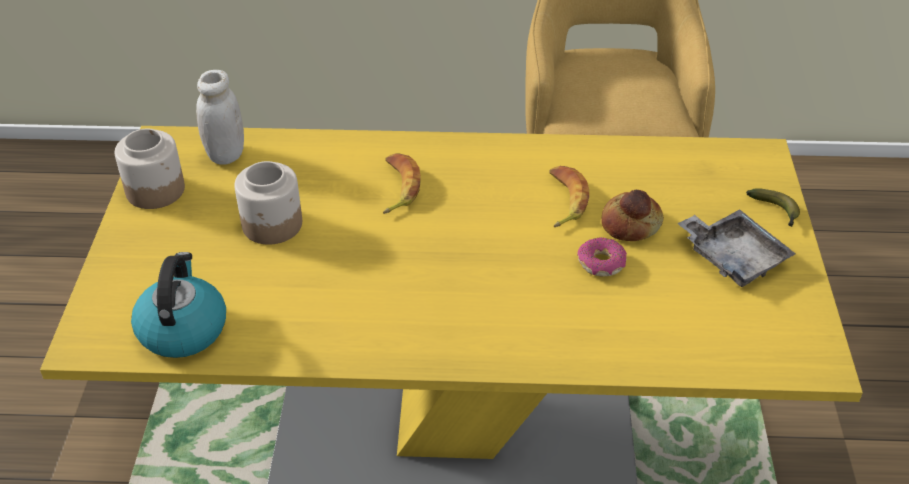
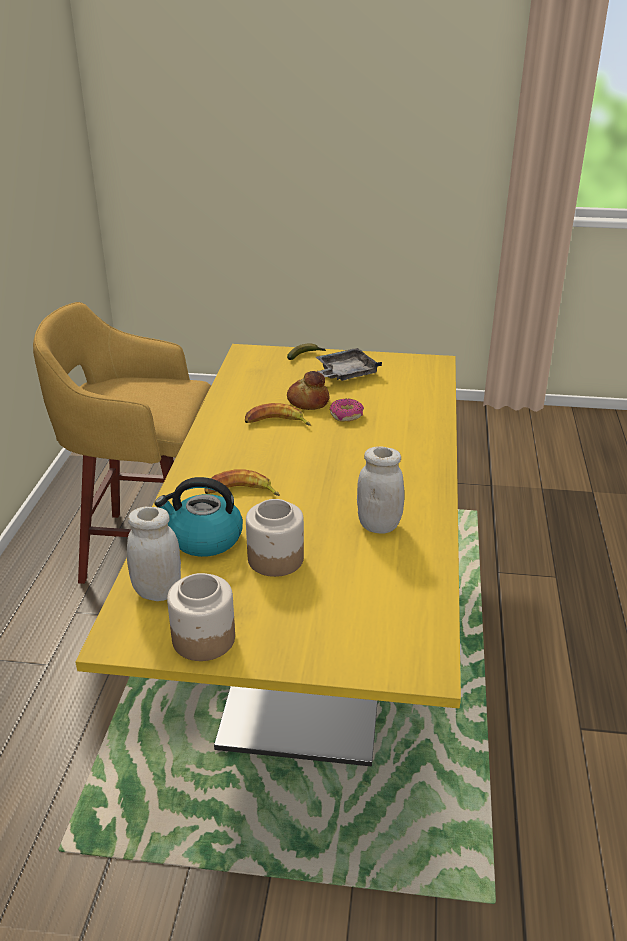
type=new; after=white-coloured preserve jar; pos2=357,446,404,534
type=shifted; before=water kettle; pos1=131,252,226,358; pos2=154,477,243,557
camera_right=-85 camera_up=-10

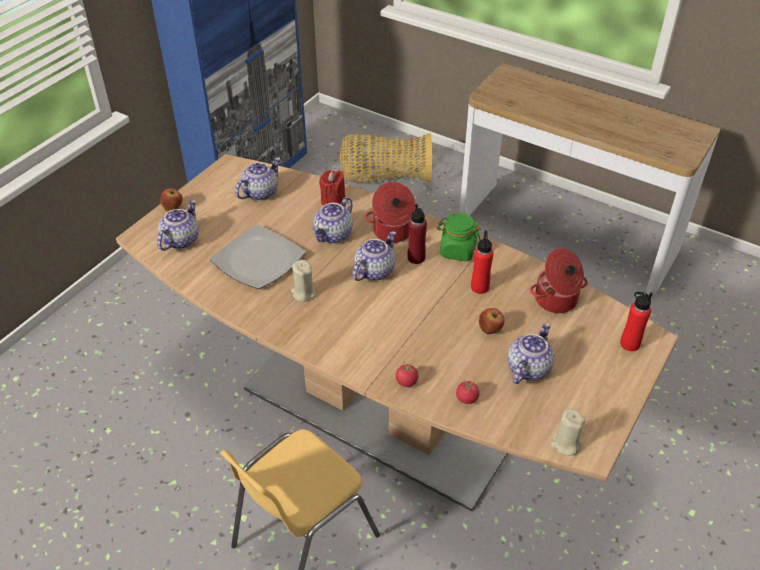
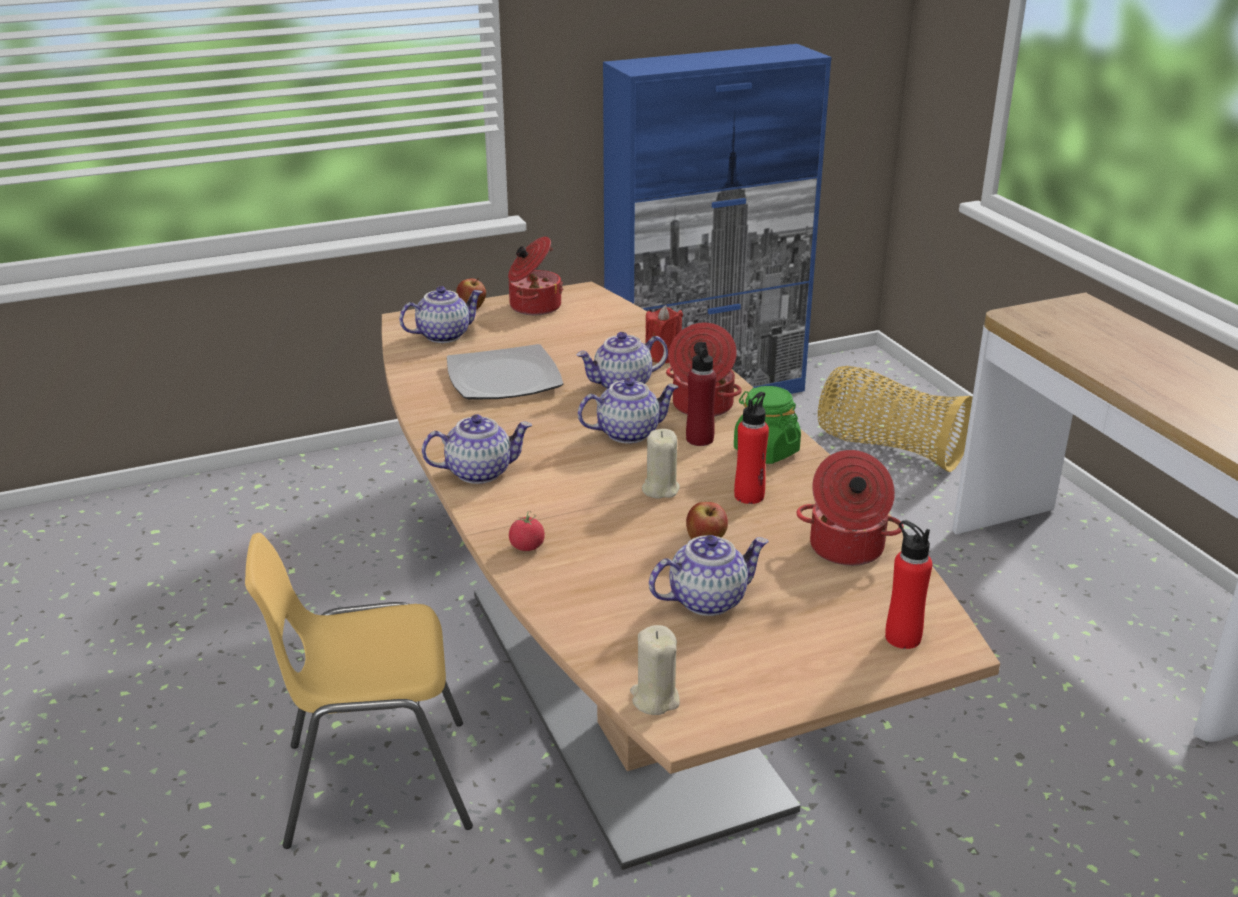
type=gone; before=whole tomato; pos1=456,379,479,404
type=new; after=stockpot; pos2=508,237,563,315
type=shifted; before=teapot; pos1=235,157,281,201; pos2=422,414,532,484
type=shifted; before=sand-coloured wax light; pos1=291,260,316,302; pos2=642,429,680,499
camera_right=35 camera_up=-15

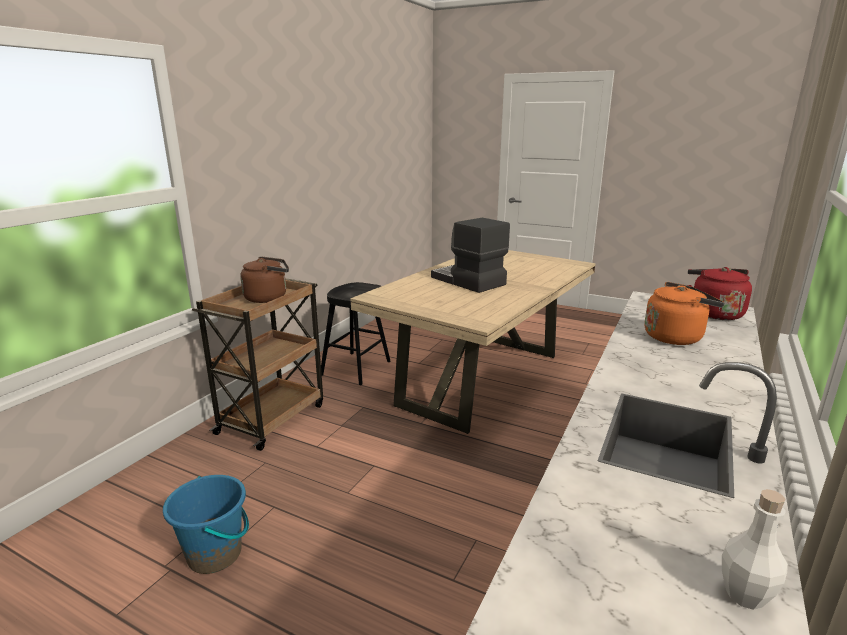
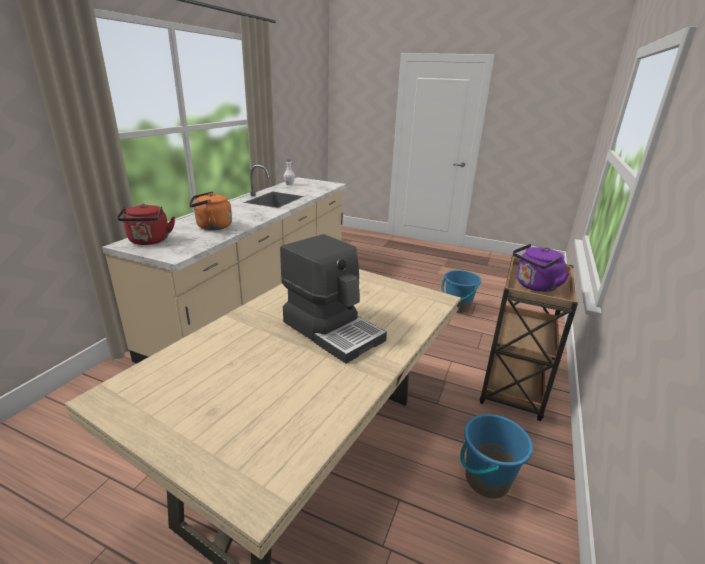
type=swapped; before=black stool seat; after=blue-coloured pail; pos1=321,282,390,385; pos2=460,414,533,498
type=repainted; before=brown water kettle; after=purple-coloured water kettle; pos1=240,256,289,303; pos2=513,244,570,292
camera_right=175 camera_up=5

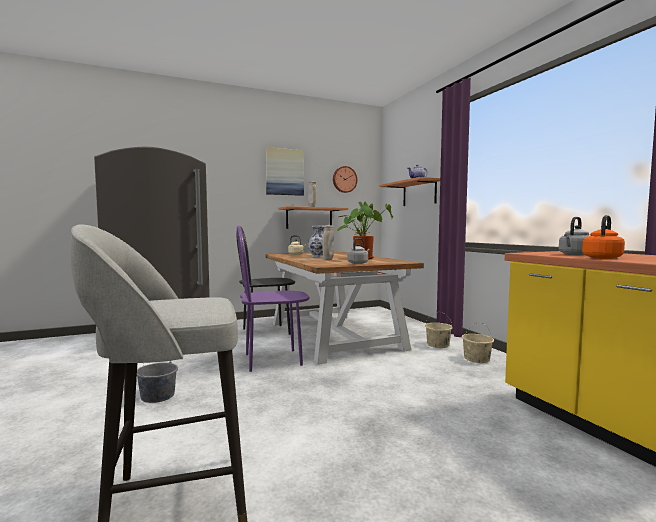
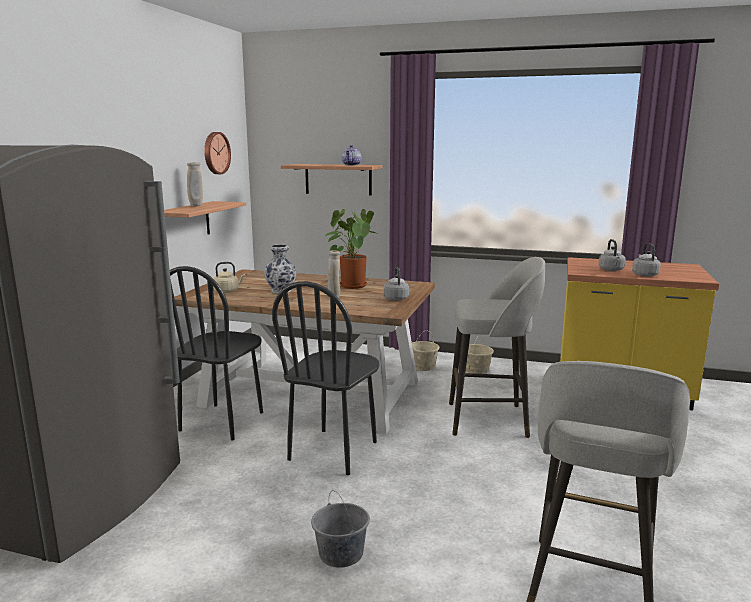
type=gone; before=wall picture; pos1=266,147,304,196
type=new; after=greyish stool seat; pos2=449,257,545,438
type=repainted; before=purple-coloured chair; after=black chair; pos1=237,225,310,372; pos2=272,281,379,475
type=repainted; before=orange-coloured water kettle; after=greyish water kettle; pos1=582,215,625,259; pos2=632,243,661,277
camera_right=-50 camera_up=10

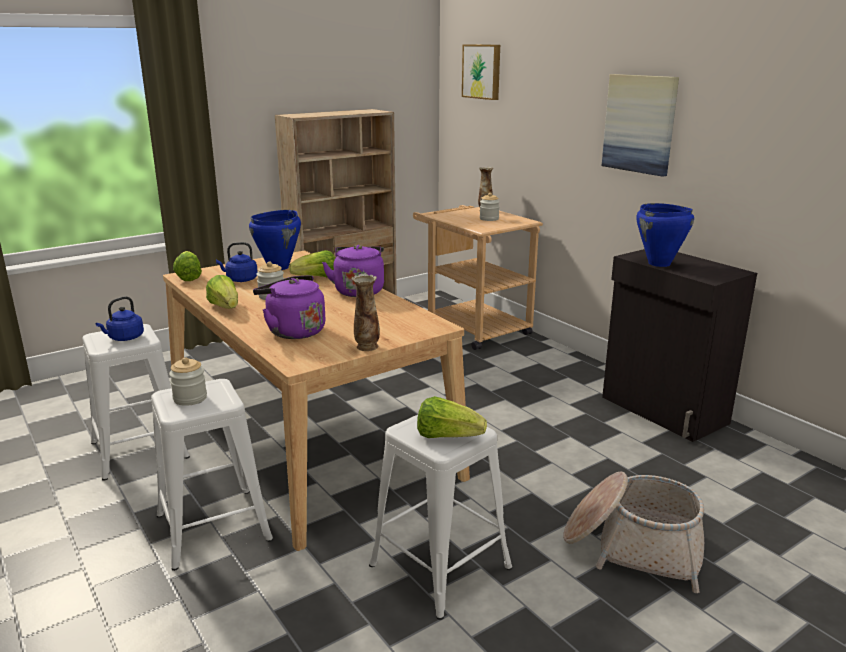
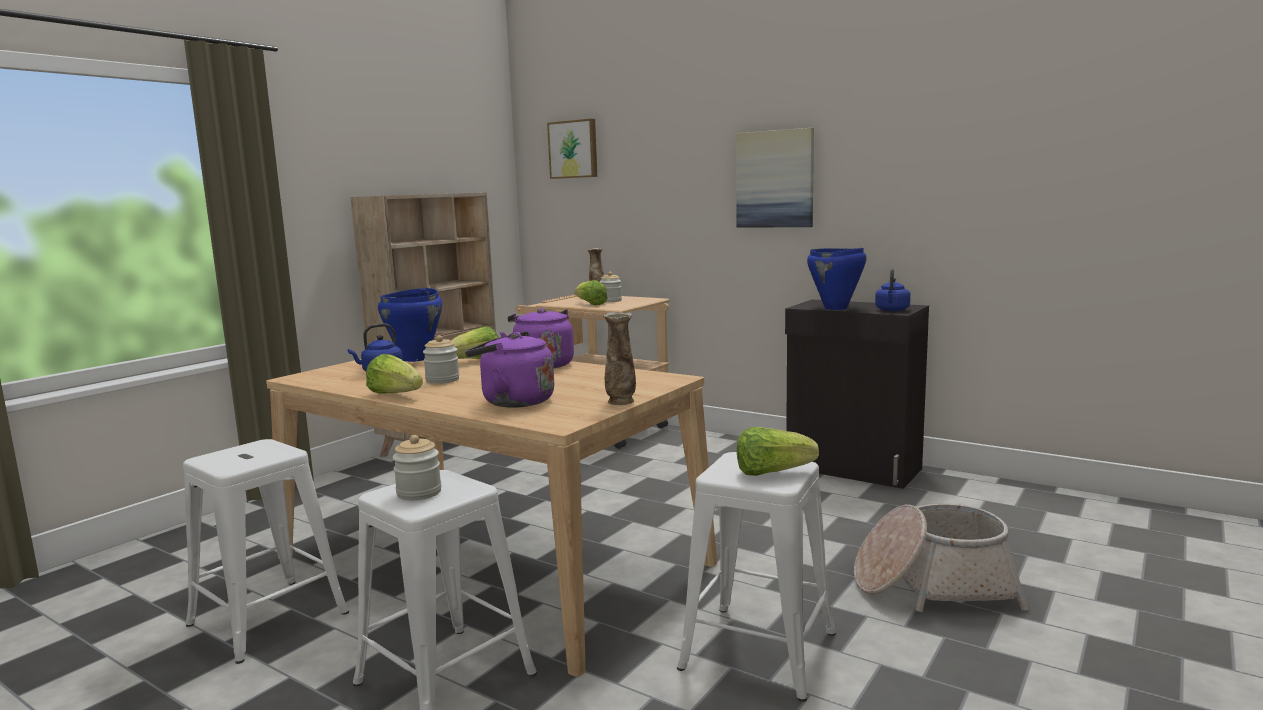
type=shifted; before=blue-coloured water kettle; pos1=95,296,144,341; pos2=875,268,911,311
type=shifted; before=lettuce; pos1=173,251,202,281; pos2=575,280,608,305
camera_right=-20 camera_up=-10

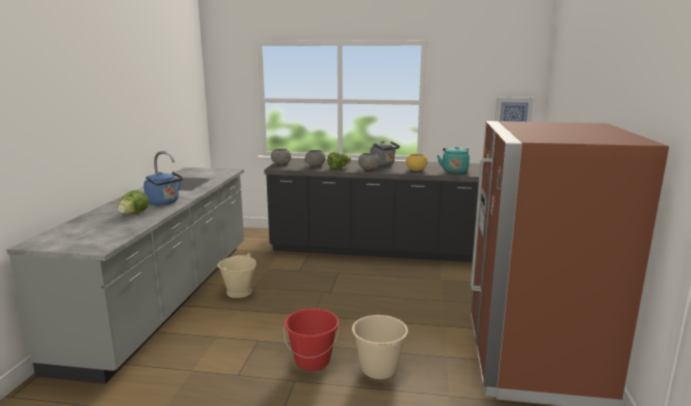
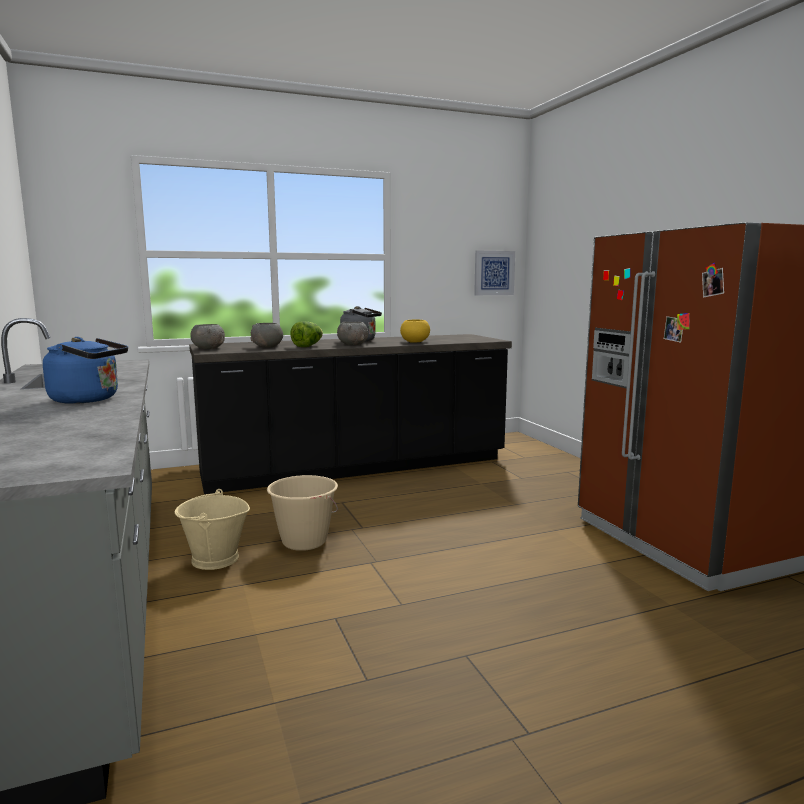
type=gone; before=lettuce; pos1=118,190,149,214
type=gone; before=red pail; pos1=284,309,339,371
type=gone; before=turquoise-coloured water kettle; pos1=437,147,469,173
type=shifted; before=sand-coloured pail; pos1=352,315,408,379; pos2=267,475,338,551
camera_right=-30 camera_up=-5

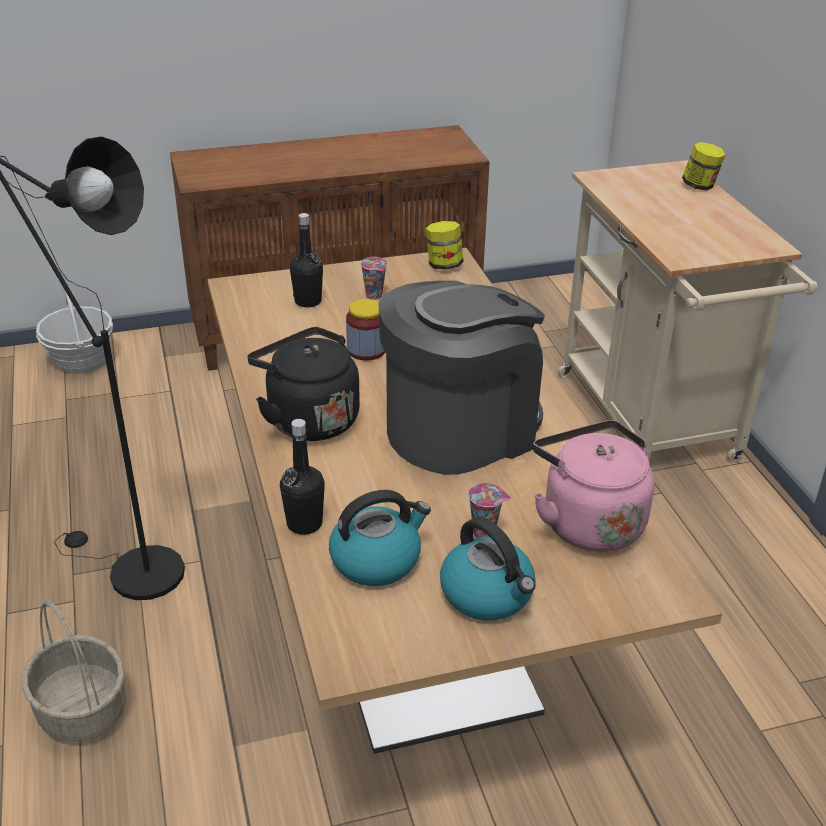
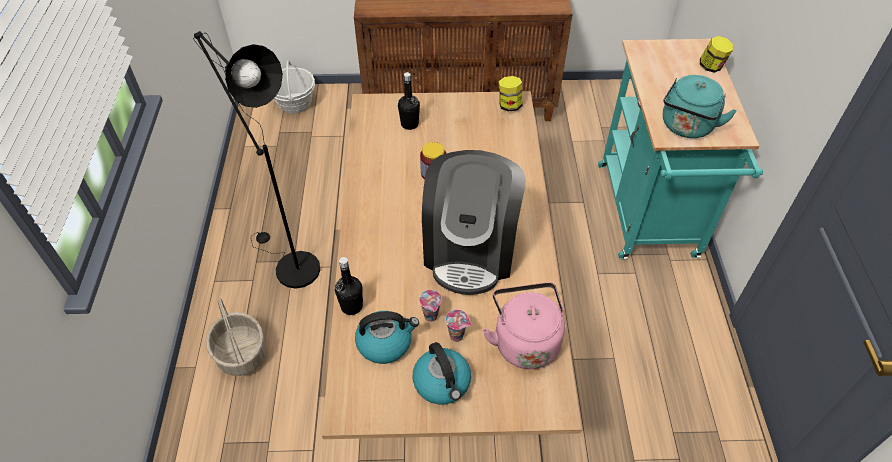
type=gone; before=black water kettle; pos1=247,327,360,441
type=new; after=turquoise-coloured water kettle; pos2=663,75,737,138
type=shifted; before=drinking cup; pos1=361,257,387,300; pos2=419,290,442,322
type=repainted; before=sand-coloured wheeled cart; after=turquoise-coloured wheeled cart; pos1=558,160,818,462; pos2=598,39,763,259
type=rotated; before=coffee brewer; pos1=378,281,545,475; pos2=422,150,526,295; turn=120
camera_right=15 camera_up=15

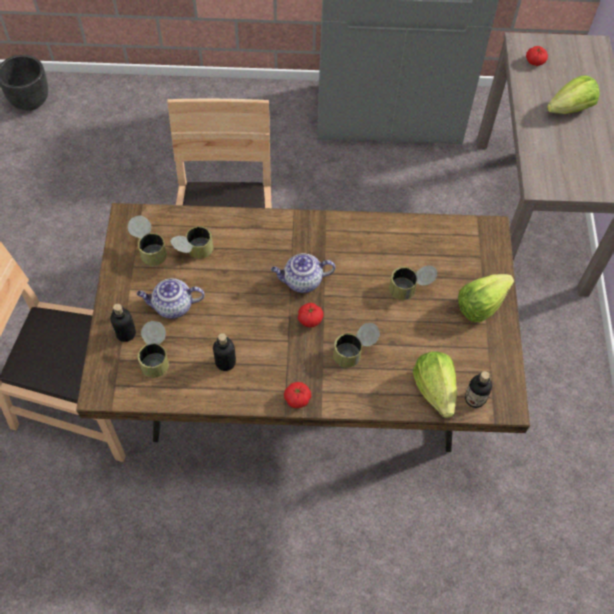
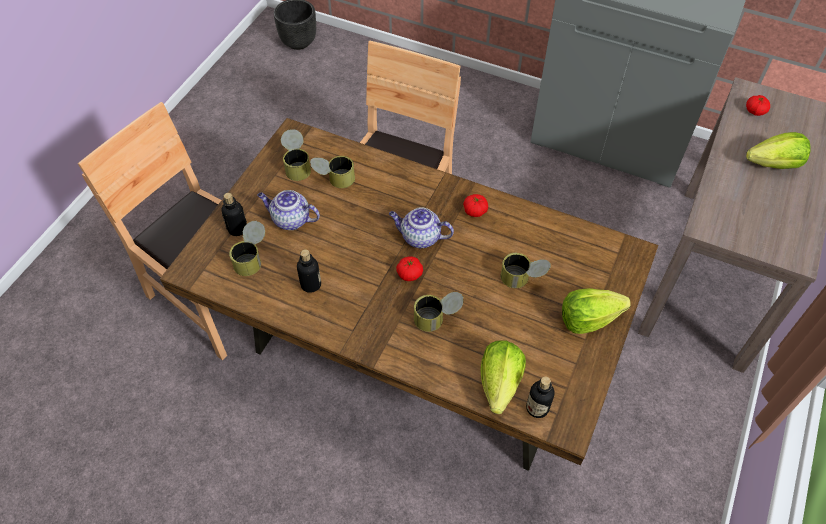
type=shifted; before=whole tomato; pos1=284,382,311,408; pos2=463,194,488,217
camera_right=25 camera_up=-5

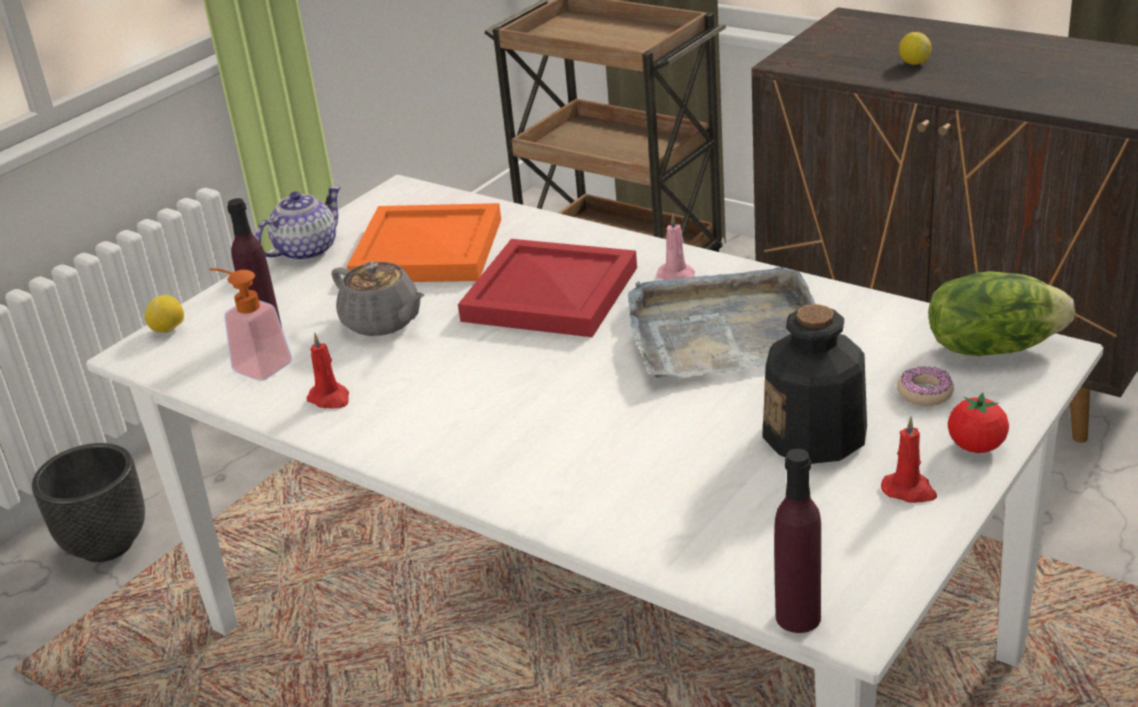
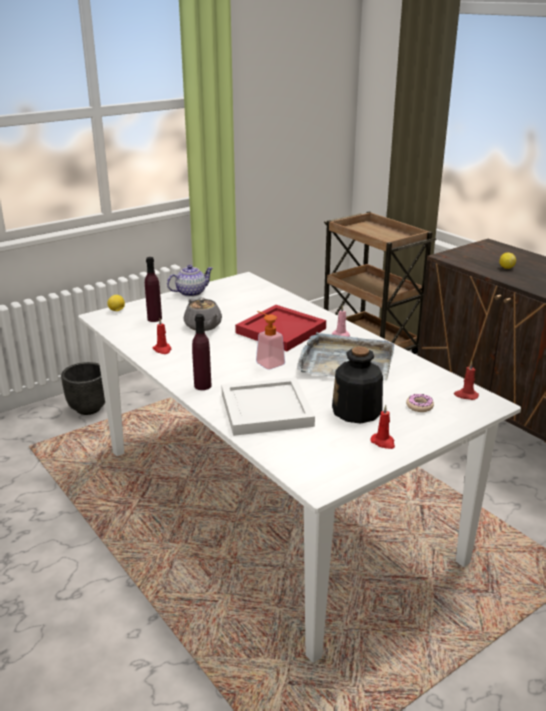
type=gone; before=orange-coloured serving tray; pos1=347,203,501,282
type=gone; before=whole tomato; pos1=948,392,1009,453
type=new; after=white-coloured serving tray; pos2=221,377,315,436
type=shifted; before=soap bottle; pos1=210,268,292,381; pos2=256,311,285,370
type=shifted; before=purple-coloured drink bottle; pos1=774,449,821,633; pos2=192,314,212,390
type=swapped; before=lettuce; after=red wax light; pos1=929,271,1075,356; pos2=454,361,479,400
camera_right=15 camera_up=-5

